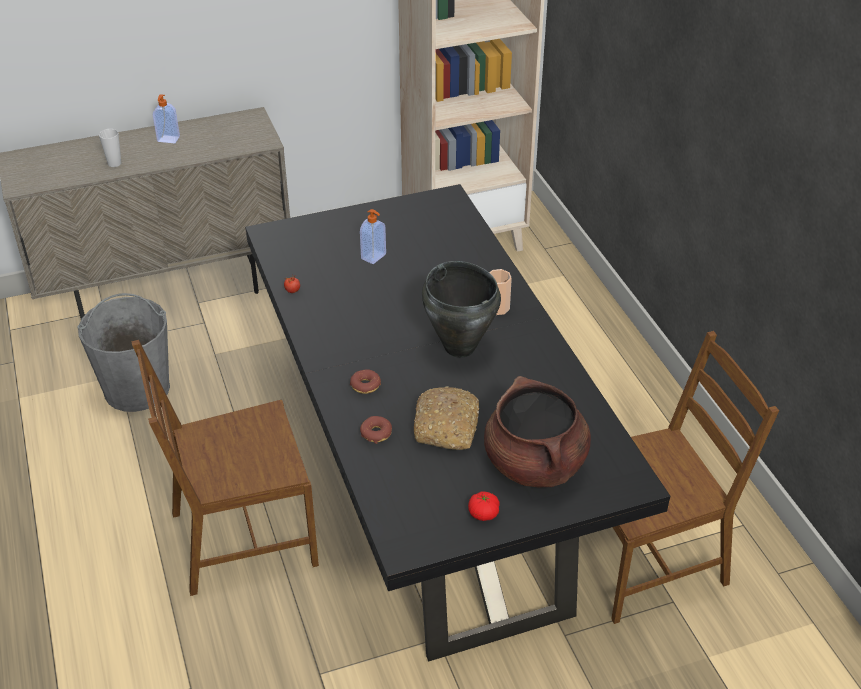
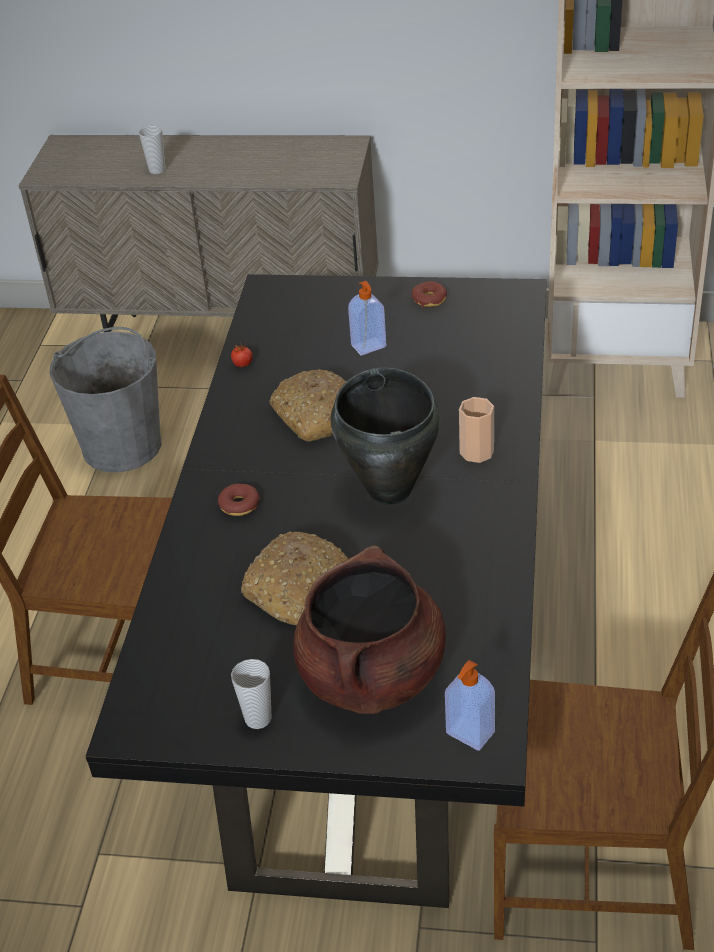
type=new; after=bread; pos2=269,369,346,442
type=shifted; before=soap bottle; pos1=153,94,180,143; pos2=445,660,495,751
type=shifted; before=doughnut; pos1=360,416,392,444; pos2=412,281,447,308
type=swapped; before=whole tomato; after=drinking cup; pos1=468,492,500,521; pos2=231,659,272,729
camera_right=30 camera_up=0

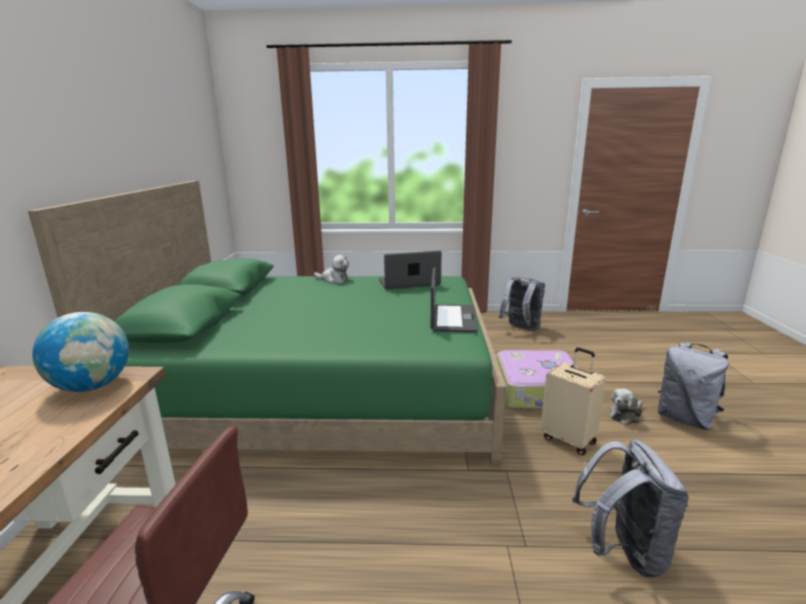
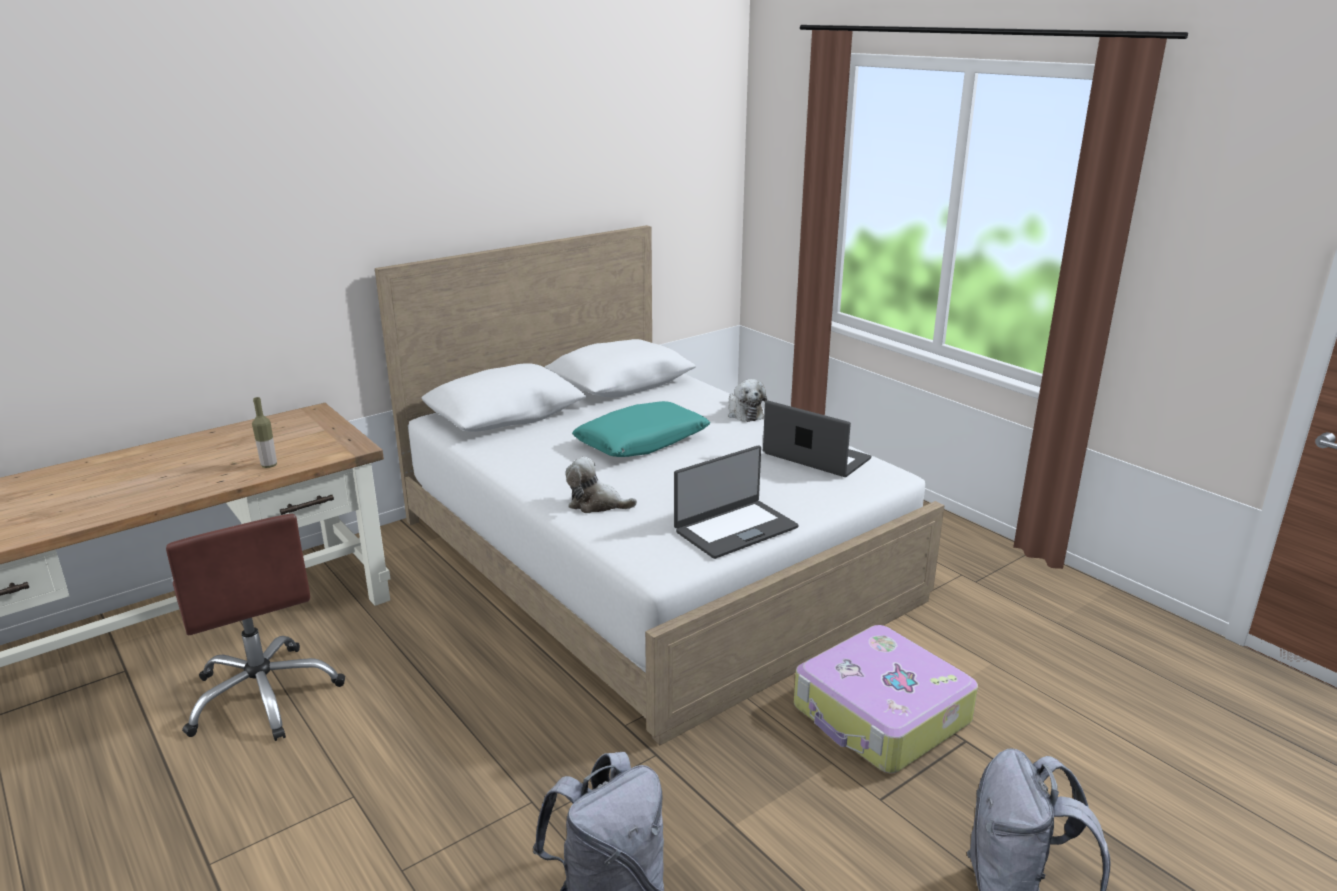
type=gone; before=globe; pos1=32,312,129,392
type=gone; before=greyish knapsack; pos1=499,277,545,331
type=gone; before=sand-coloured suitcase; pos1=541,347,606,455
type=new; after=drink bottle; pos2=252,397,277,468
type=new; after=turquoise-coloured throw pillow; pos2=572,401,710,457
type=shifted; before=soft toy; pos1=610,389,643,425; pos2=565,457,637,513
type=repainted; before=green sleeping bed; after=white-coloured sleeping bed; pos1=28,181,506,466; pos2=375,225,945,745
camera_right=50 camera_up=5

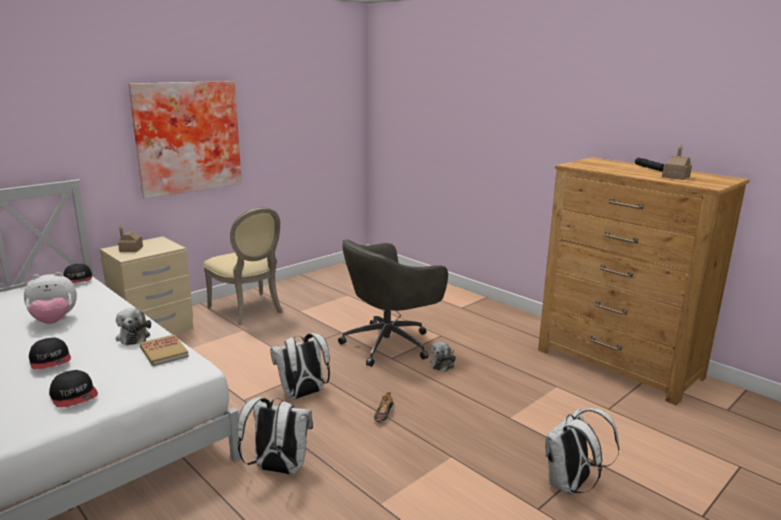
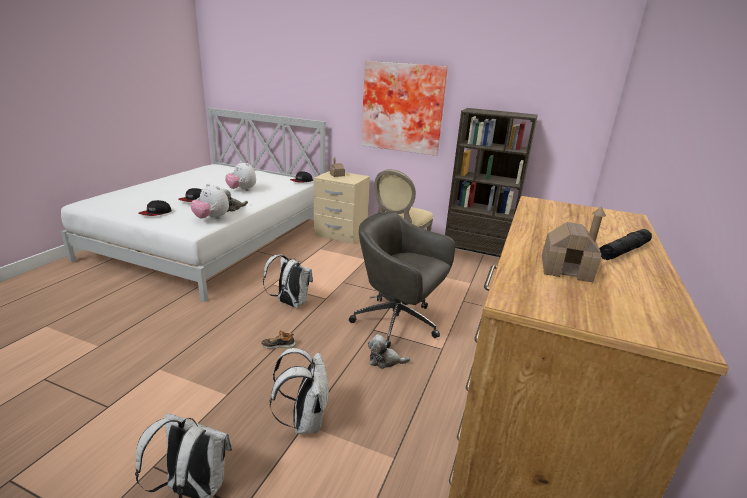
type=new; after=brown shelving unit; pos2=445,108,538,257
type=shifted; before=white-coloured knapsack; pos1=237,397,313,475; pos2=269,348,329,434
type=swapped; before=book; after=soft toy; pos1=140,334,189,366; pos2=191,184,229,219
camera_right=65 camera_up=5

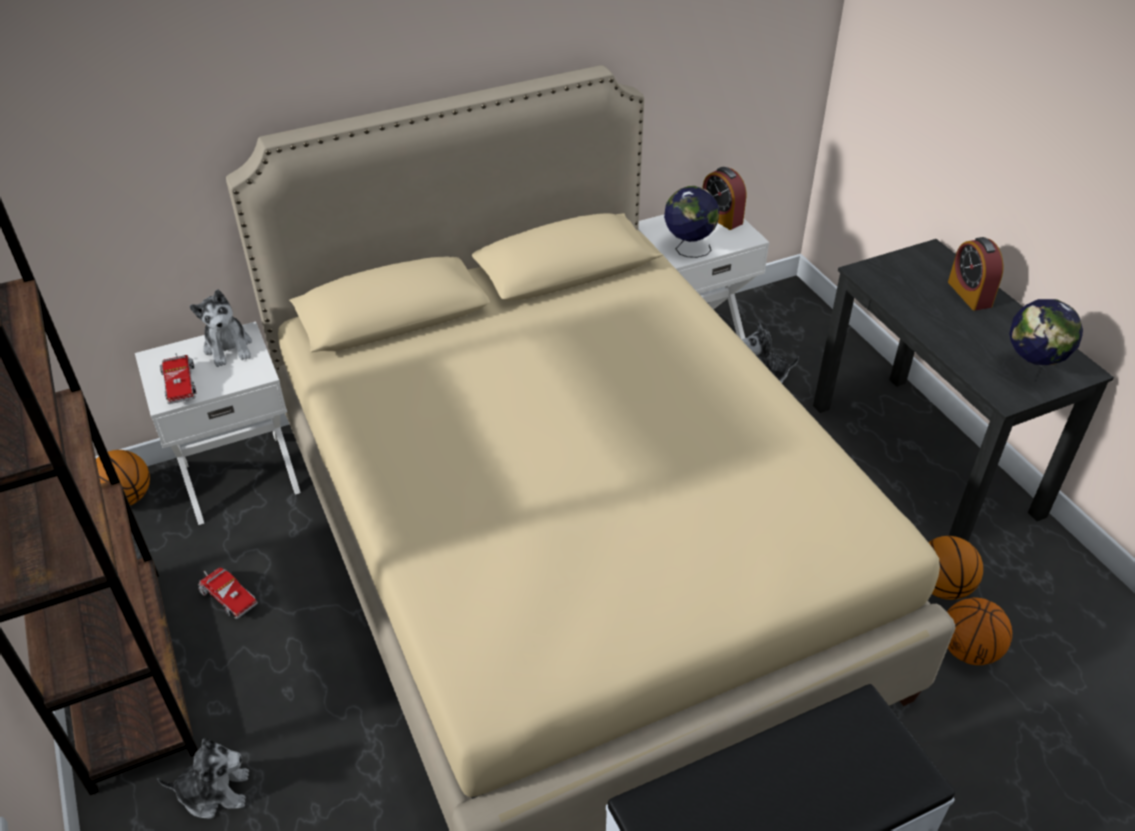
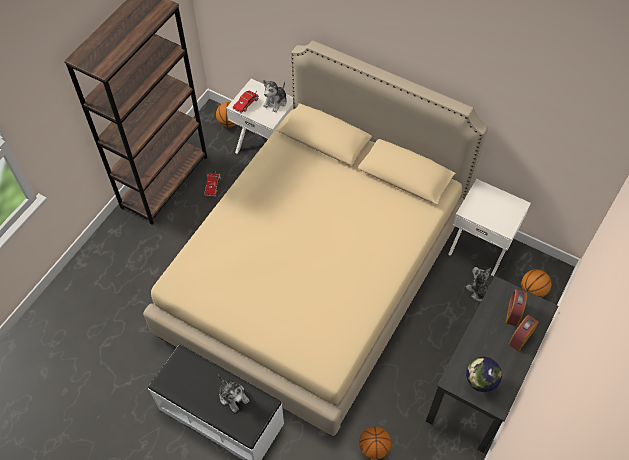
type=gone; before=globe; pos1=664,186,719,258
type=shifted; before=soft toy; pos1=157,738,249,819; pos2=219,376,249,413
type=shifted; before=table clock; pos1=703,167,746,230; pos2=506,289,527,326
type=shifted; before=basketball; pos1=928,536,983,600; pos2=521,269,551,298
camera_right=55 camera_up=15

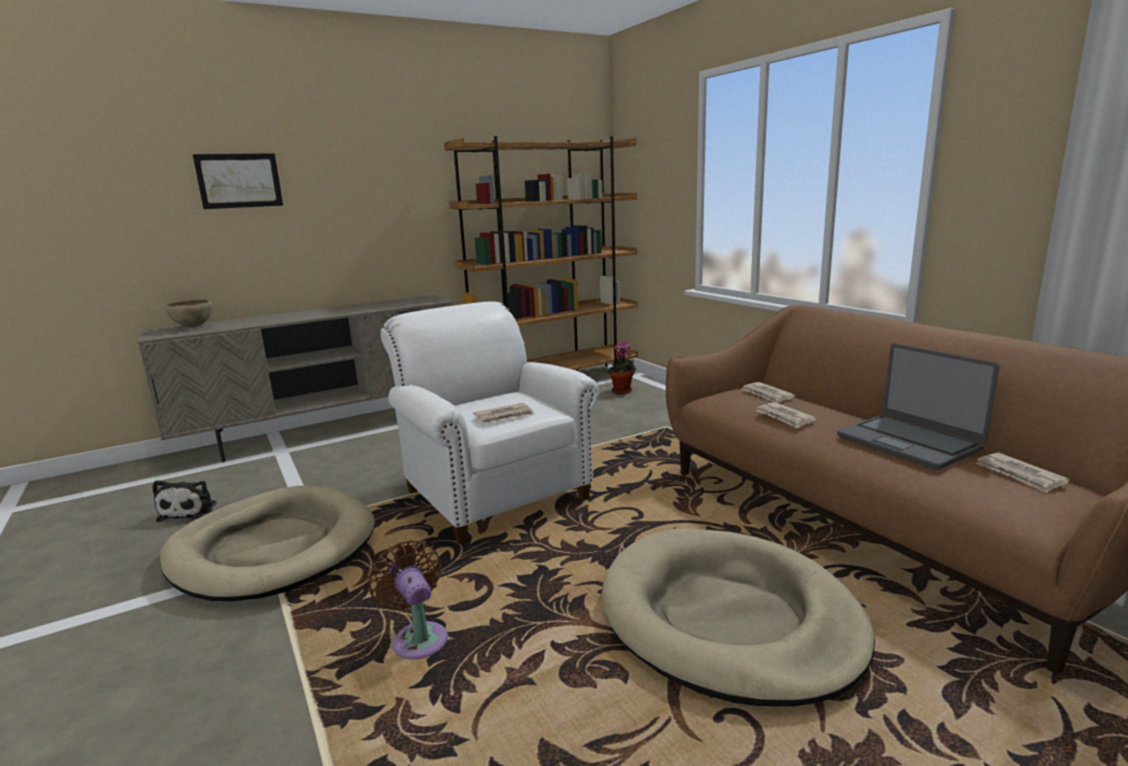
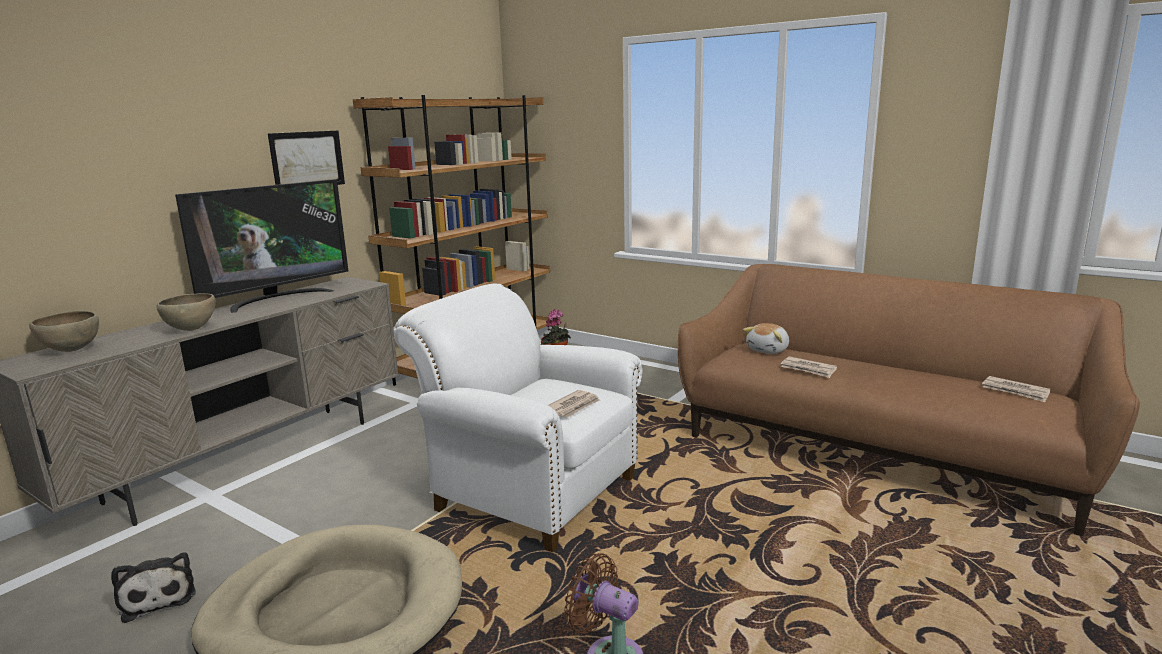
type=gone; before=sand-coloured dog cushion; pos1=602,528,875,706
type=gone; before=notebook computer; pos1=837,343,999,470
type=new; after=brown bowl; pos2=156,293,216,331
type=new; after=television; pos2=175,179,348,313
type=shifted; before=wall picture; pos1=193,153,283,209; pos2=268,130,345,185
type=swapped; before=daily paper; after=soft toy; pos1=742,382,795,403; pos2=743,323,789,354
camera_right=-25 camera_up=0

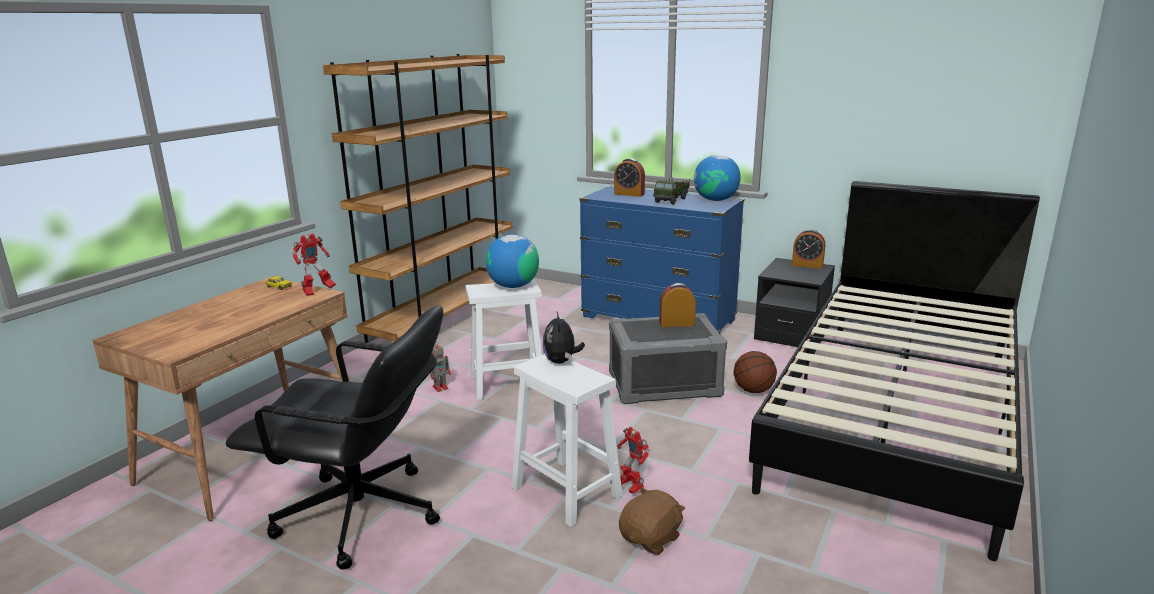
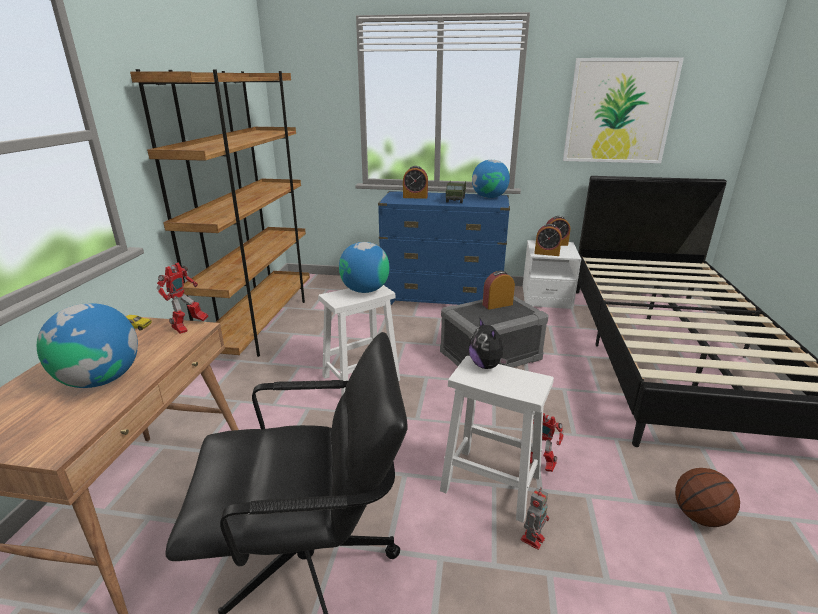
type=gone; before=brown soft toy; pos1=619,487,685,555
type=new; after=globe; pos2=37,303,138,388
type=new; after=table clock; pos2=534,224,562,256
type=new; after=wall picture; pos2=563,57,684,163
type=shifted; before=model robot; pos1=430,342,451,392; pos2=521,487,549,550
type=shifted; before=basketball; pos1=734,351,777,393; pos2=675,468,740,527
type=repainted; before=black night table; after=white-coloured night table; pos1=754,258,835,347; pos2=523,240,581,309
camera_right=-20 camera_up=5

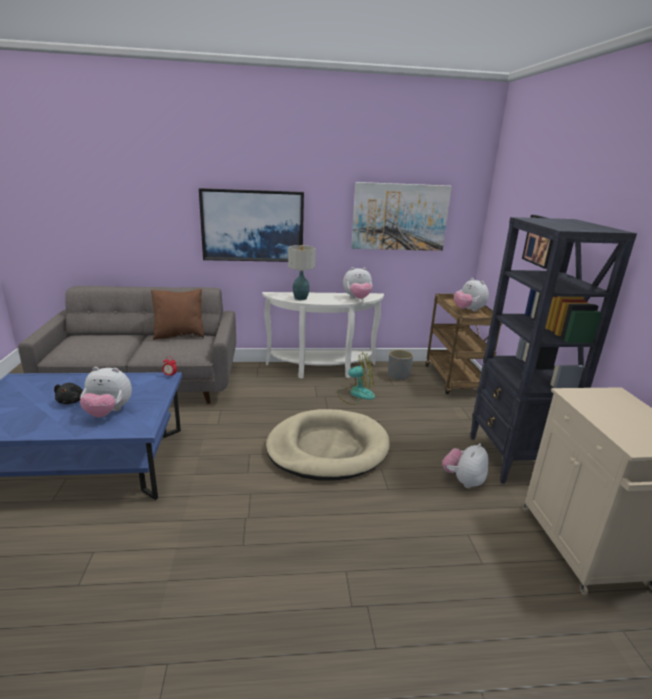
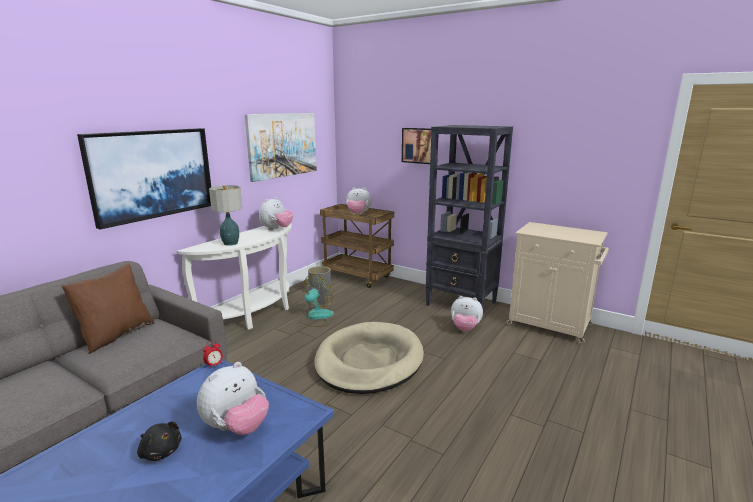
type=rotated; before=soft toy; pos1=442,443,489,488; pos2=451,296,483,332; turn=-60
camera_right=-50 camera_up=-5

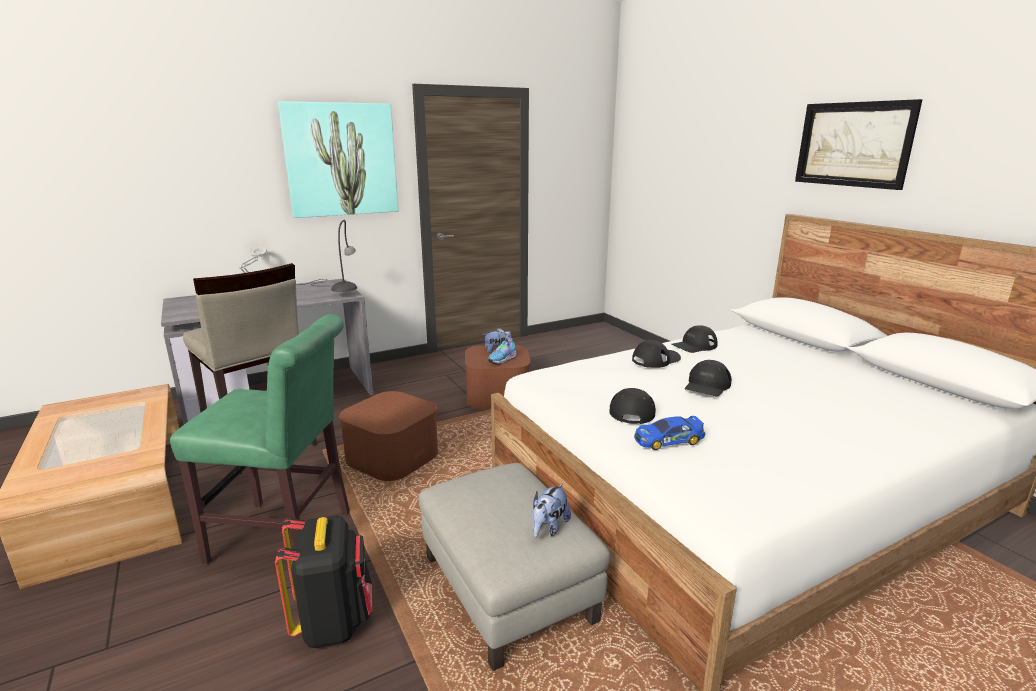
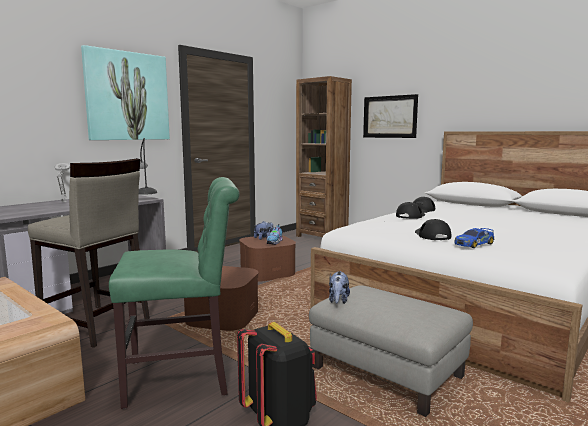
type=gone; before=black baseball cap; pos1=685,360,732,396
type=new; after=brown shelving unit; pos2=296,76,352,237
type=shifted; before=soft toy; pos1=532,483,571,538; pos2=329,271,350,304
type=shifted; before=wall picture; pos1=795,99,923,190; pos2=363,94,418,138
camera_right=-20 camera_up=-10

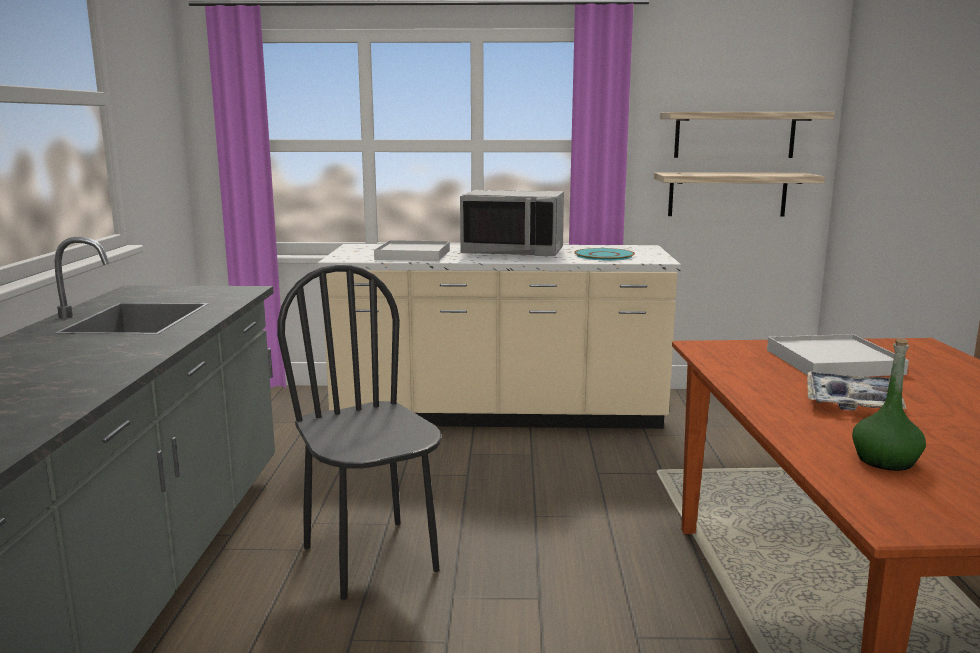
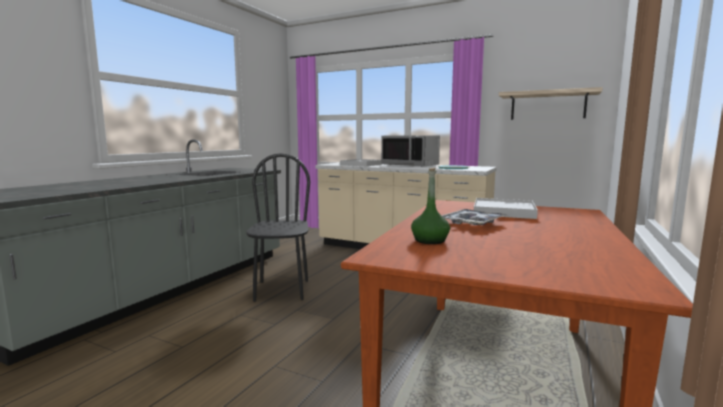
type=gone; before=bracket shelf; pos1=654,172,825,217
camera_right=25 camera_up=-5

